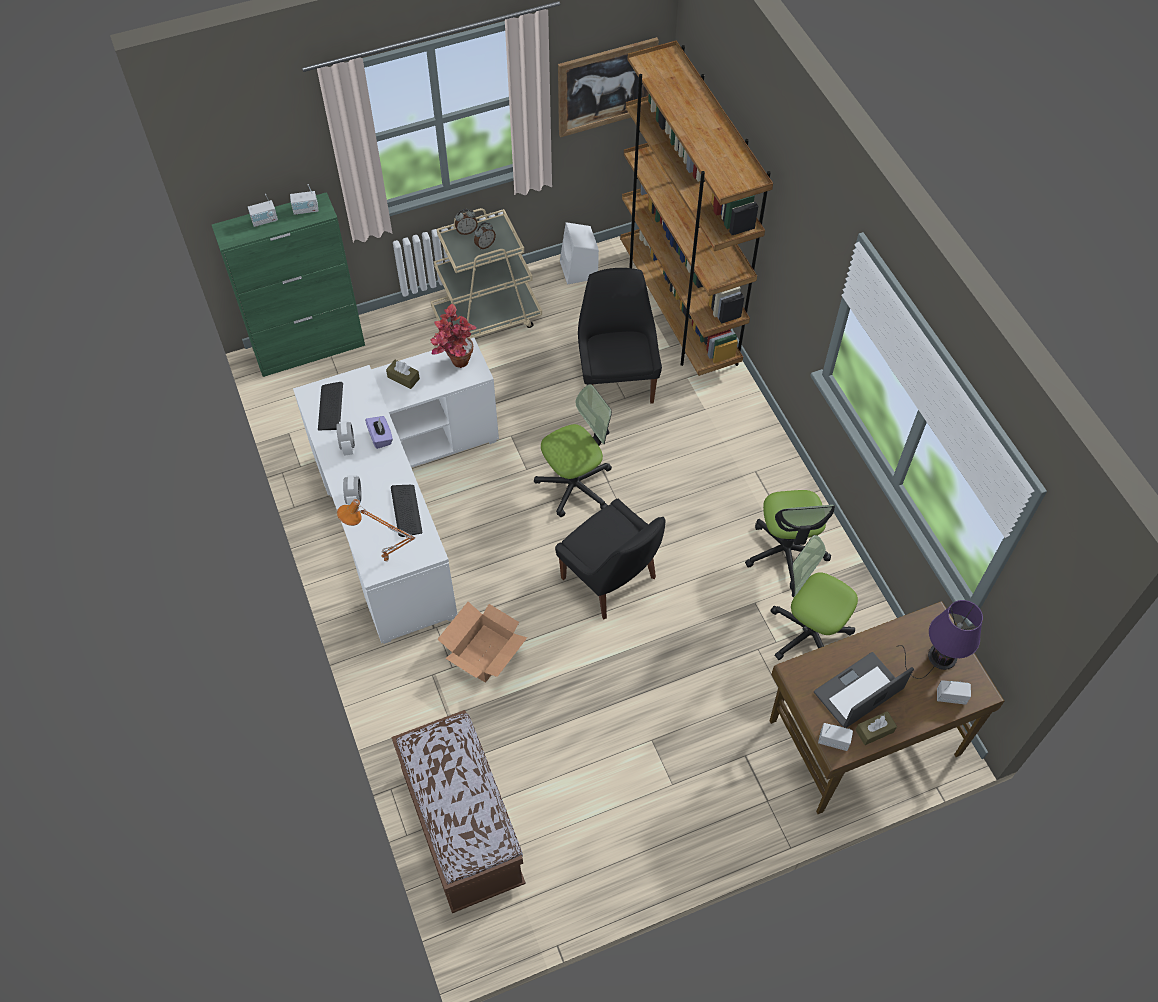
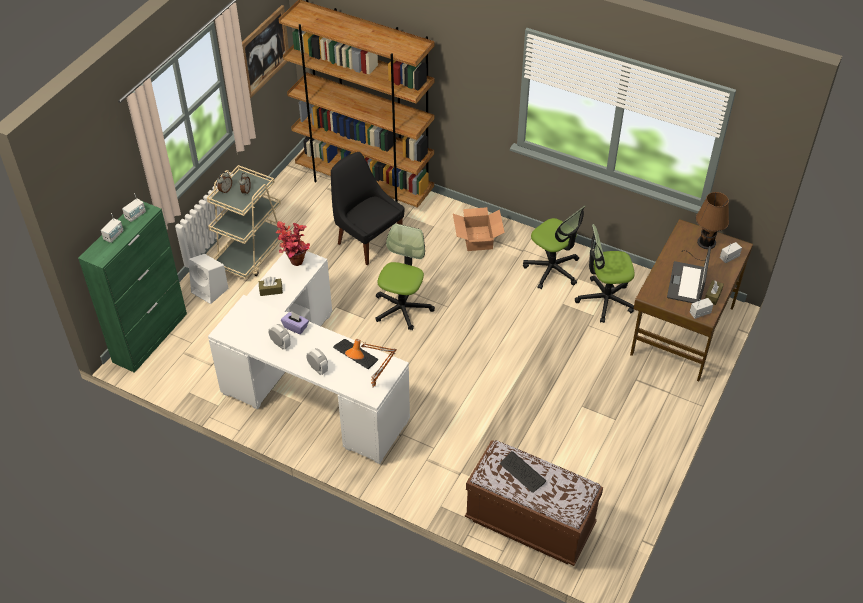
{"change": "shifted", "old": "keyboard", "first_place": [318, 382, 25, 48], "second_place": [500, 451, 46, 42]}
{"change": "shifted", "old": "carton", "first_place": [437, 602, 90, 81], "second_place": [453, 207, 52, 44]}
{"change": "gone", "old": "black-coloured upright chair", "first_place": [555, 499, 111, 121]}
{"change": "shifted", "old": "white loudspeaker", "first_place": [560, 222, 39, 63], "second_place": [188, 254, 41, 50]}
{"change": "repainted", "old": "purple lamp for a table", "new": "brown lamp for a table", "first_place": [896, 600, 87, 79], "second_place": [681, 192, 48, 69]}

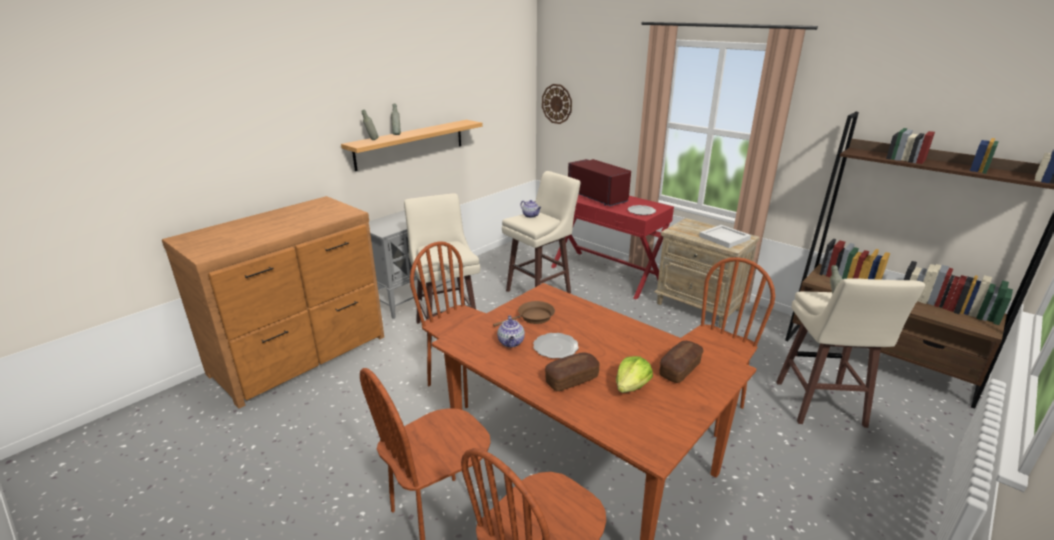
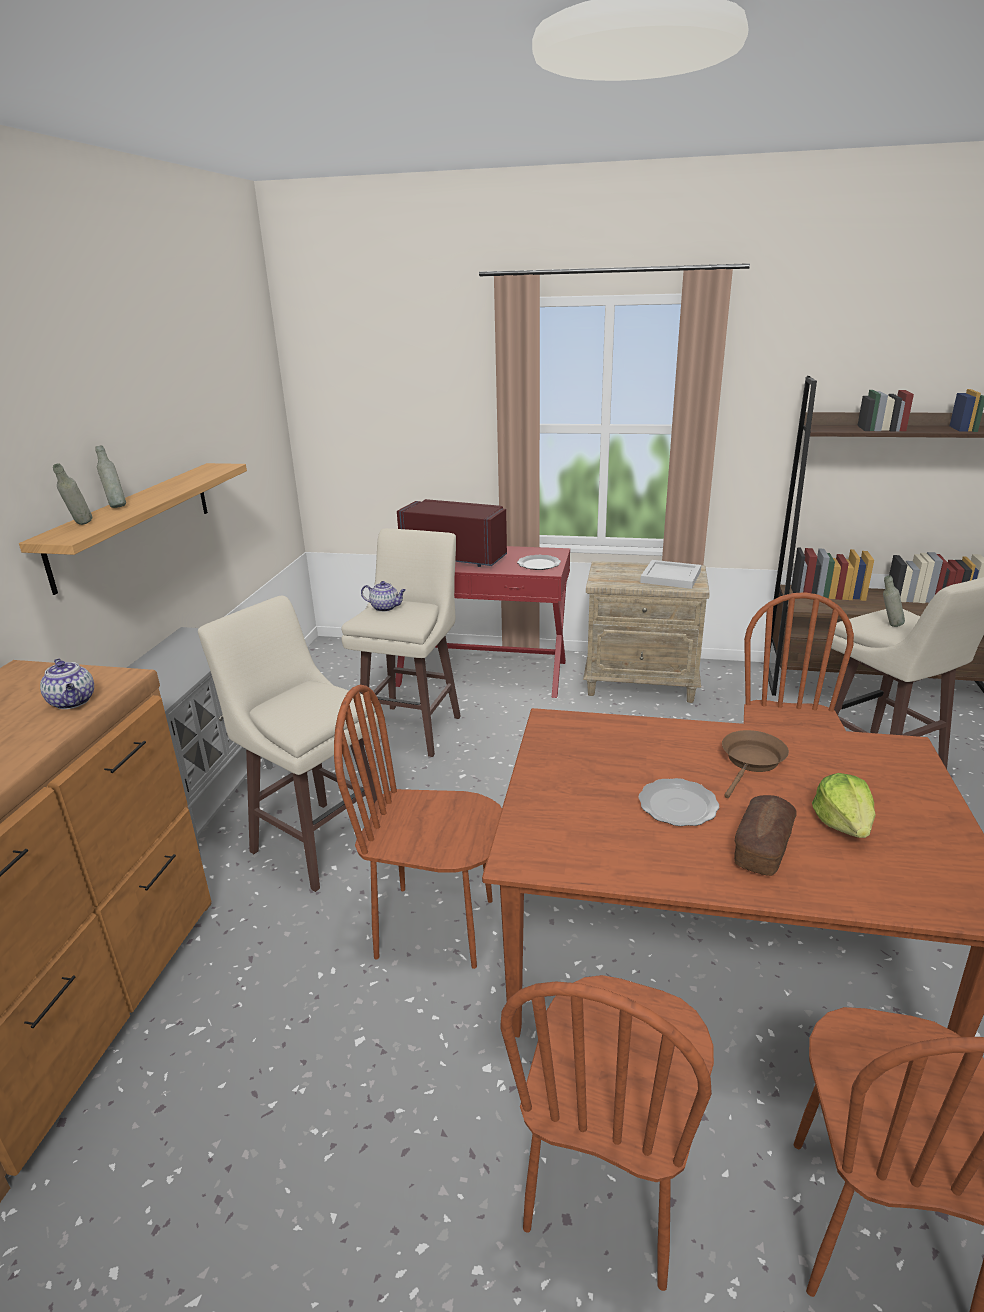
{"change": "shifted", "old": "brown skillet", "first_place": [493, 301, 62, 26], "second_place": [722, 730, 67, 68]}
{"change": "shifted", "old": "pot for tea", "first_place": [497, 315, 28, 33], "second_place": [40, 658, 54, 51]}
{"change": "gone", "old": "clock on the wall", "first_place": [542, 84, 30, 40]}
{"change": "gone", "old": "baked bread", "first_place": [659, 341, 44, 42]}

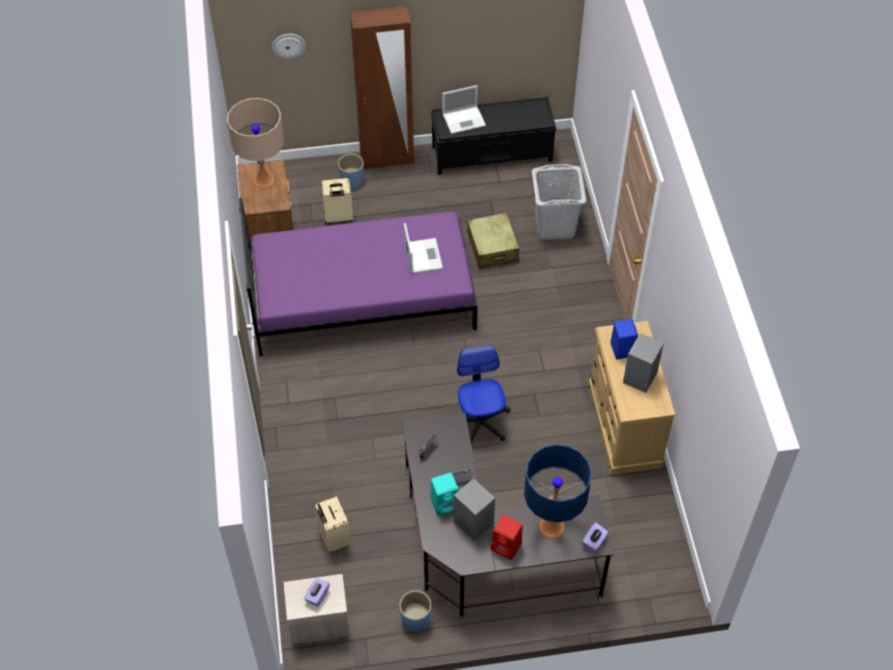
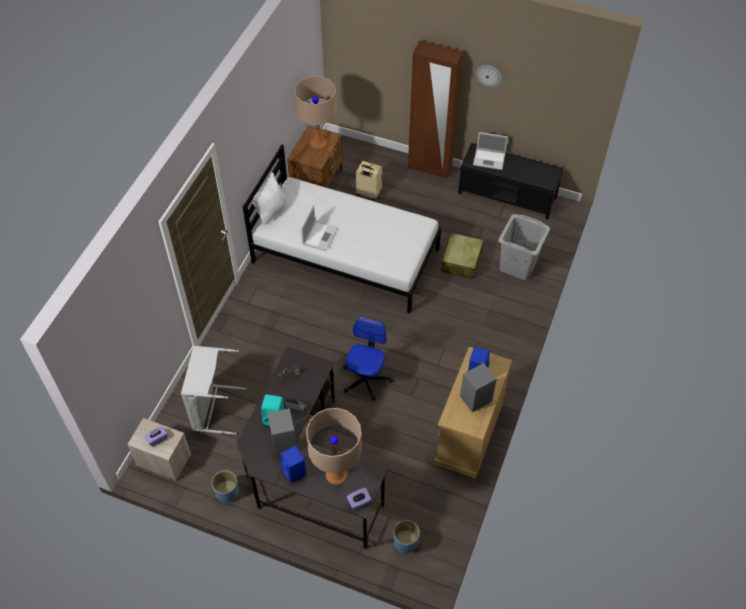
{"change": "repainted", "old": "purple bed", "new": "white bed", "first_place": [239, 198, 239, 158], "second_place": [243, 144, 198, 169]}
{"change": "shifted", "old": "clock on the wall", "first_place": [272, 34, 34, 25], "second_place": [476, 65, 26, 22]}
{"change": "swapped", "old": "beige-coloured travel case", "new": "gray laundry basket", "first_place": [315, 496, 36, 57], "second_place": [181, 346, 66, 89]}
{"change": "shifted", "old": "bluish flower pot", "first_place": [338, 154, 26, 35], "second_place": [393, 520, 27, 33]}
{"change": "shifted", "old": "laptop", "first_place": [404, 223, 39, 50], "second_place": [301, 205, 37, 46]}
{"change": "repainted", "old": "red loudspeaker", "new": "bluish loudspeaker", "first_place": [491, 515, 32, 45], "second_place": [281, 446, 25, 37]}
{"change": "repainted", "old": "bluish lamp for a table", "new": "beige-coloured lamp for a table", "first_place": [524, 444, 68, 95], "second_place": [306, 408, 56, 77]}
{"change": "new", "new": "white cushion", "second_place": [252, 172, 34, 53]}

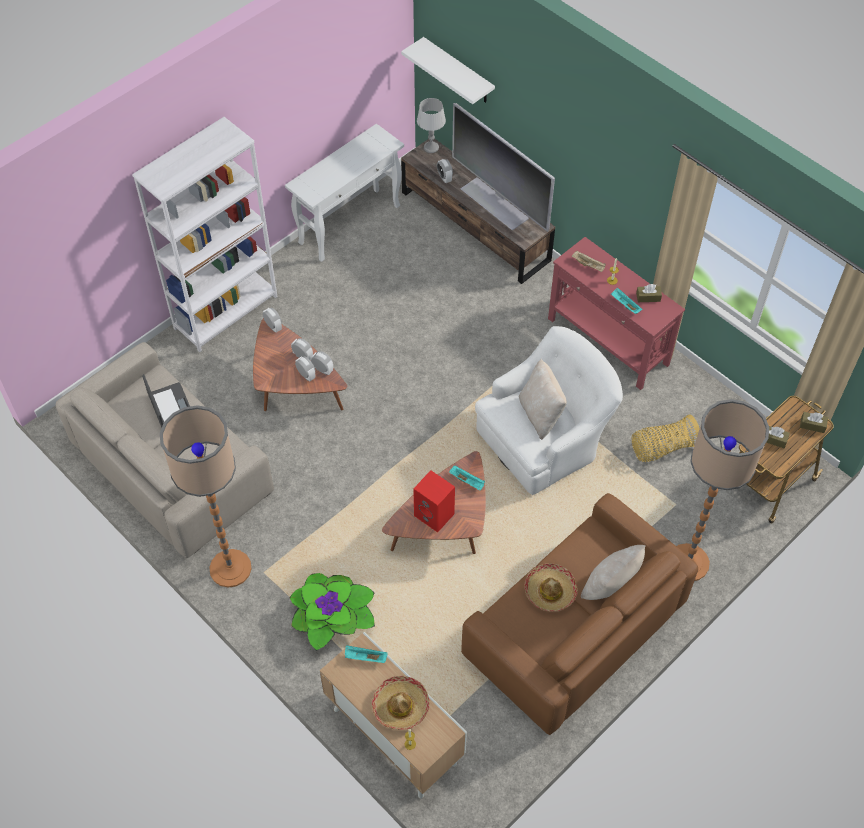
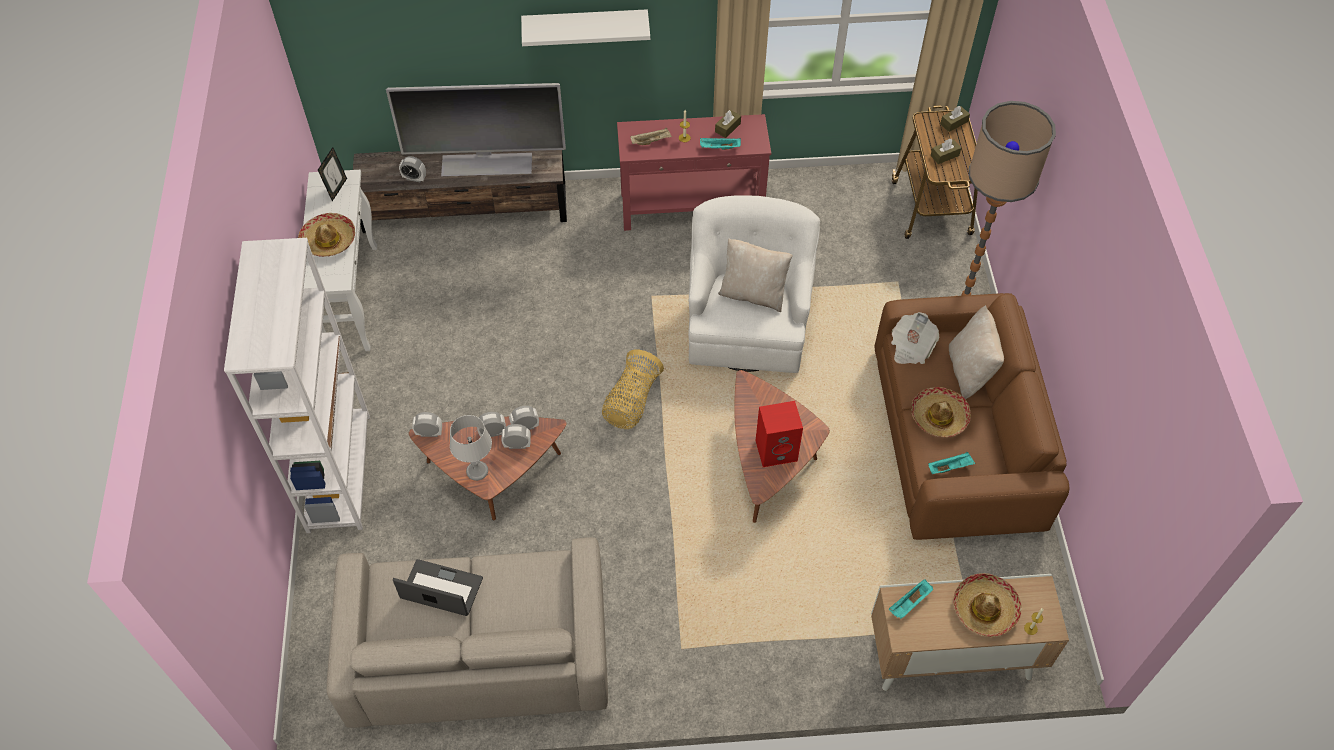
{"change": "gone", "old": "floor lamp", "first_place": [160, 405, 92, 183]}
{"change": "gone", "old": "houseplant", "first_place": [289, 573, 86, 78]}
{"change": "shifted", "old": "white wall shelf", "first_place": [401, 37, 94, 67], "second_place": [521, 9, 129, 37]}
{"change": "shifted", "old": "gray lamp for a table", "first_place": [417, 98, 29, 55], "second_place": [450, 415, 42, 66]}
{"change": "shifted", "old": "turquoise-coloured carrying tray", "first_place": [449, 465, 36, 26], "second_place": [928, 452, 47, 22]}
{"change": "shifted", "old": "household basket", "first_place": [632, 414, 68, 48], "second_place": [602, 350, 62, 79]}
{"change": "new", "new": "clothing hat", "second_place": [298, 213, 57, 44]}
{"change": "new", "new": "picture frame", "second_place": [318, 147, 29, 54]}
{"change": "new", "new": "printed paper", "second_place": [891, 312, 48, 52]}

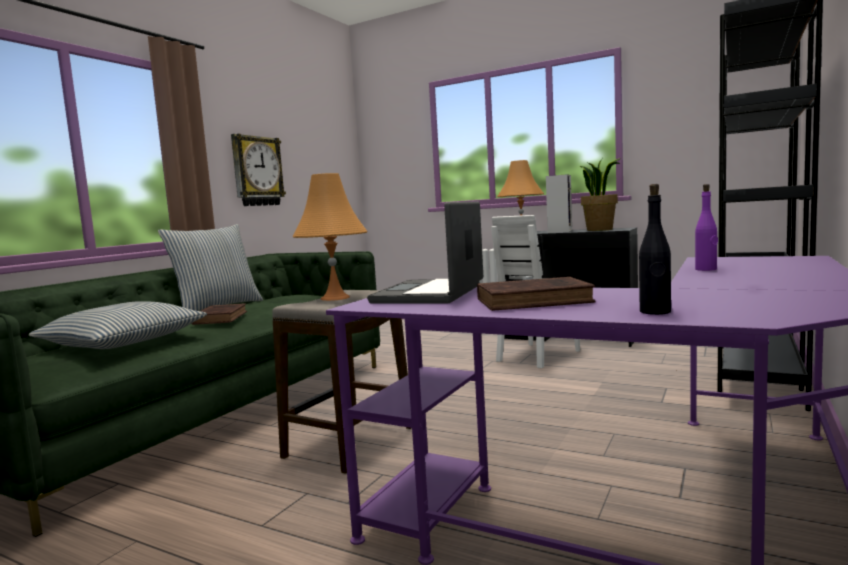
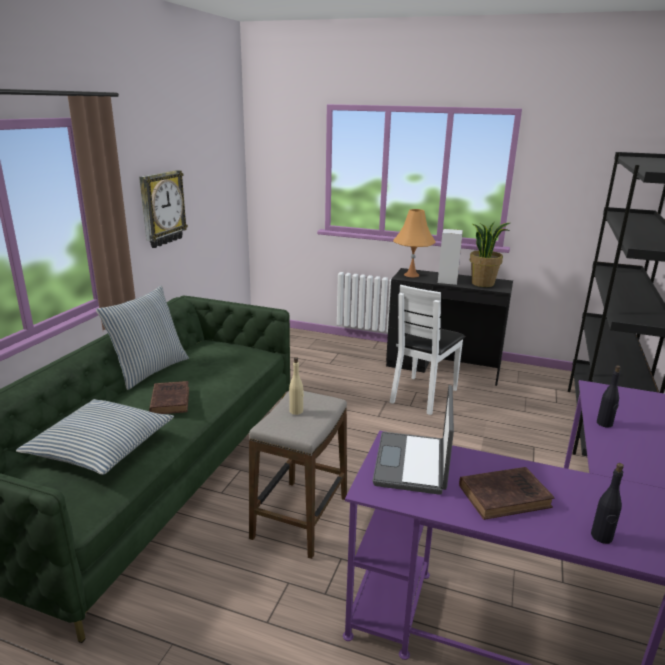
{"change": "swapped", "old": "orangey lamp for a table", "new": "beige-coloured drink bottle", "first_place": [293, 173, 75, 128], "second_place": [289, 357, 15, 58]}
{"change": "repainted", "old": "purple drink bottle", "new": "black-coloured drink bottle", "first_place": [695, 184, 23, 87], "second_place": [597, 365, 24, 63]}

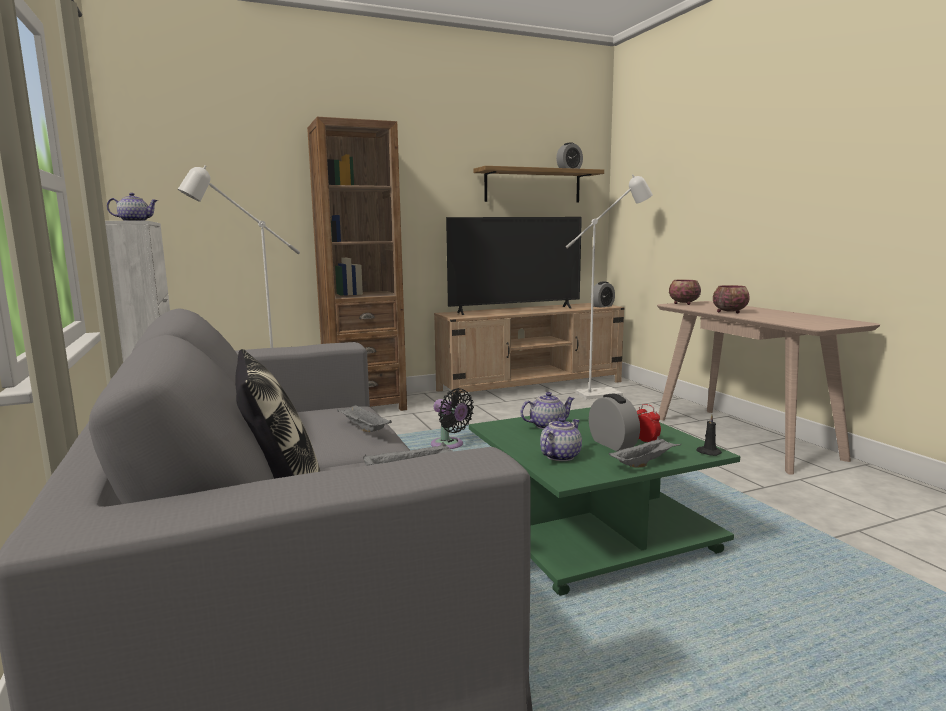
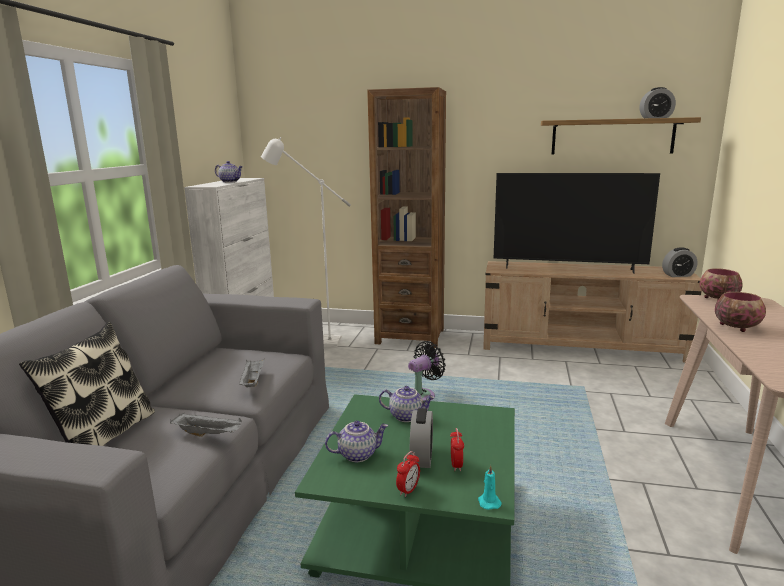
{"change": "rotated", "old": "black-coloured electric fan", "first_place": [431, 388, 43, 61], "second_place": [408, 341, 38, 59], "degrees": -120}
{"change": "gone", "old": "white floor lamp", "first_place": [566, 175, 87, 224]}
{"change": "swapped", "old": "gray carrying tray", "new": "alarm clock", "first_place": [609, 436, 72, 32], "second_place": [396, 451, 24, 46]}
{"change": "repainted", "old": "black-coloured wax light", "new": "turquoise-coloured wax light", "first_place": [696, 415, 26, 41], "second_place": [478, 465, 24, 45]}

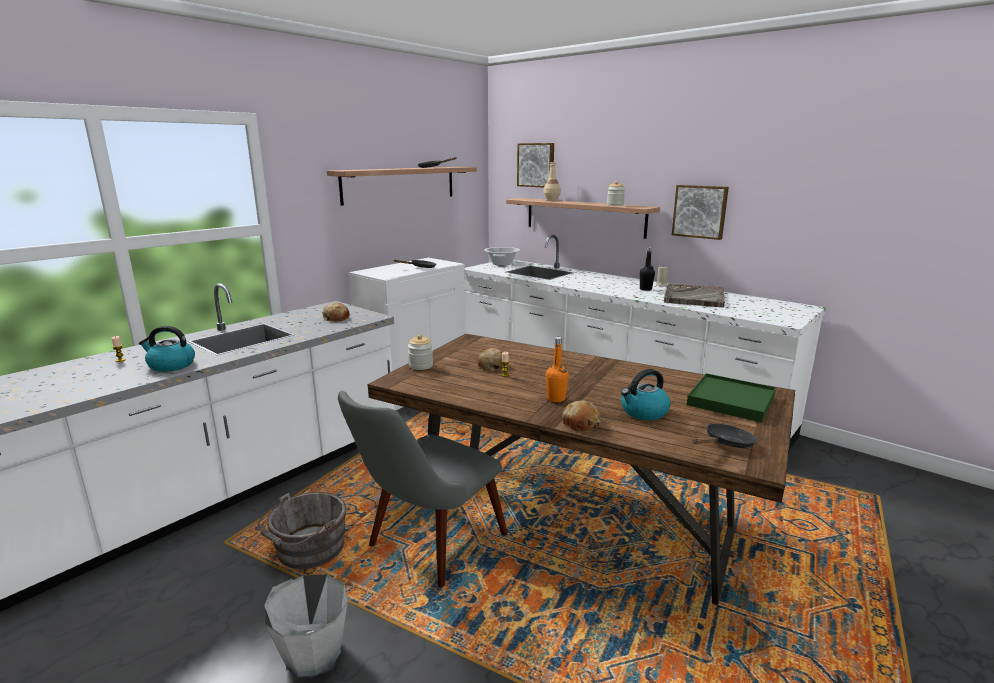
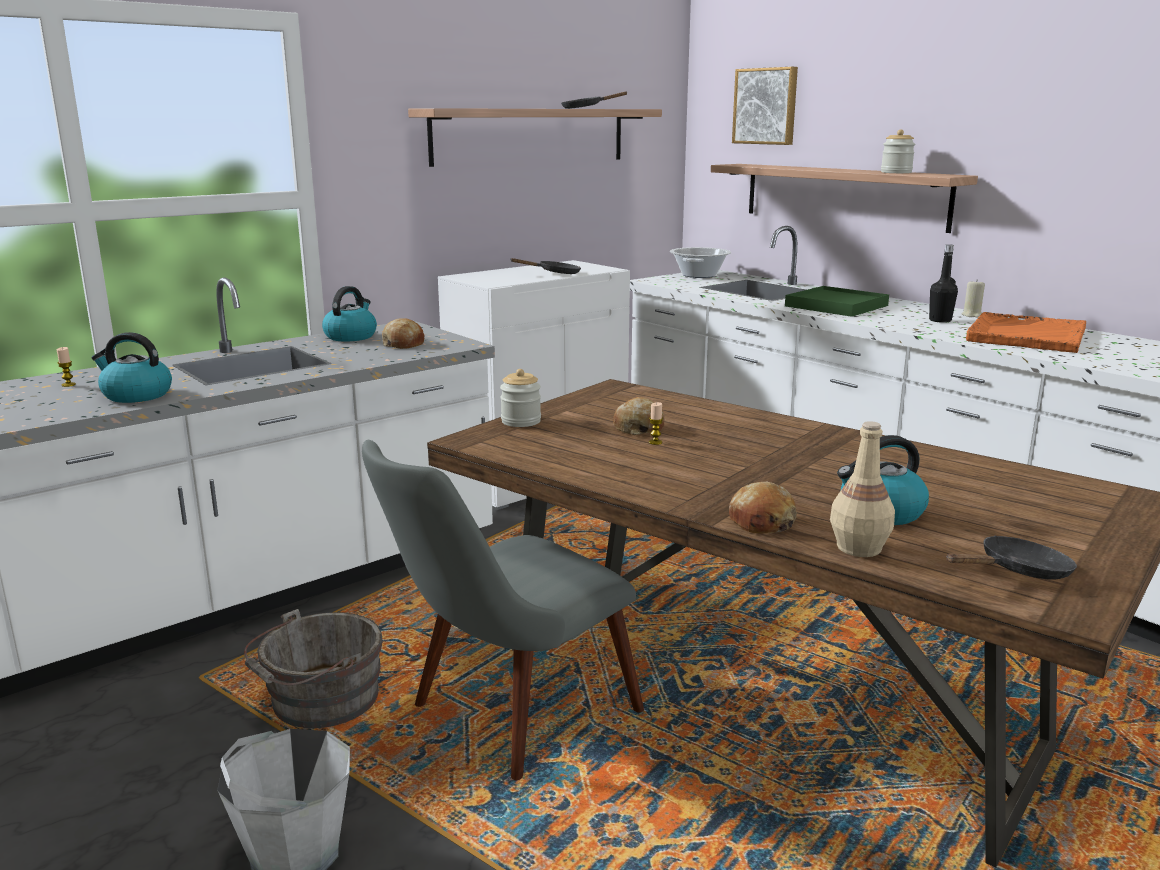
{"change": "shifted", "old": "beige-coloured drink bottle", "first_place": [543, 162, 18, 39], "second_place": [830, 421, 65, 136]}
{"change": "gone", "old": "orangey drink bottle", "first_place": [546, 337, 22, 65]}
{"change": "repainted", "old": "gray carrying tray", "new": "orangey carrying tray", "first_place": [664, 284, 61, 24], "second_place": [966, 312, 120, 41]}
{"change": "gone", "old": "picture", "first_place": [672, 185, 57, 55]}
{"change": "shifted", "old": "green-coloured carrying tray", "first_place": [687, 373, 89, 50], "second_place": [785, 286, 104, 31]}
{"change": "new", "new": "kettle", "second_place": [322, 286, 55, 55]}

